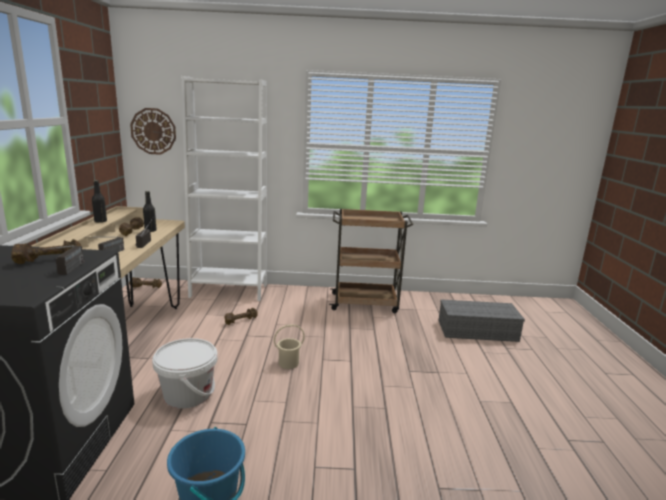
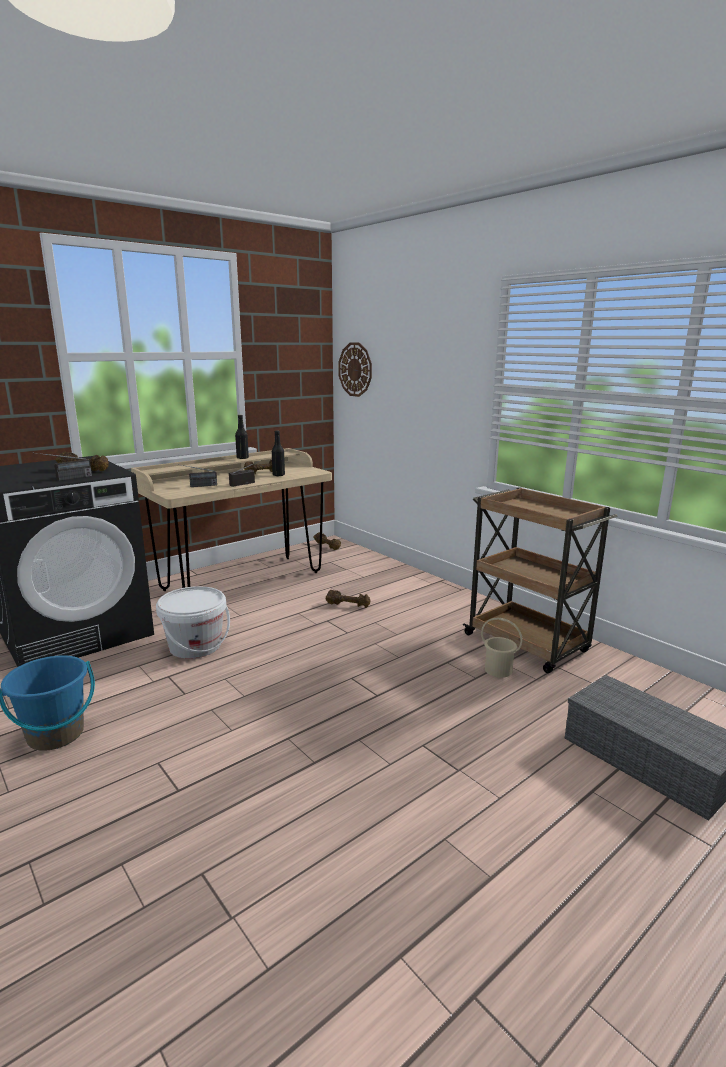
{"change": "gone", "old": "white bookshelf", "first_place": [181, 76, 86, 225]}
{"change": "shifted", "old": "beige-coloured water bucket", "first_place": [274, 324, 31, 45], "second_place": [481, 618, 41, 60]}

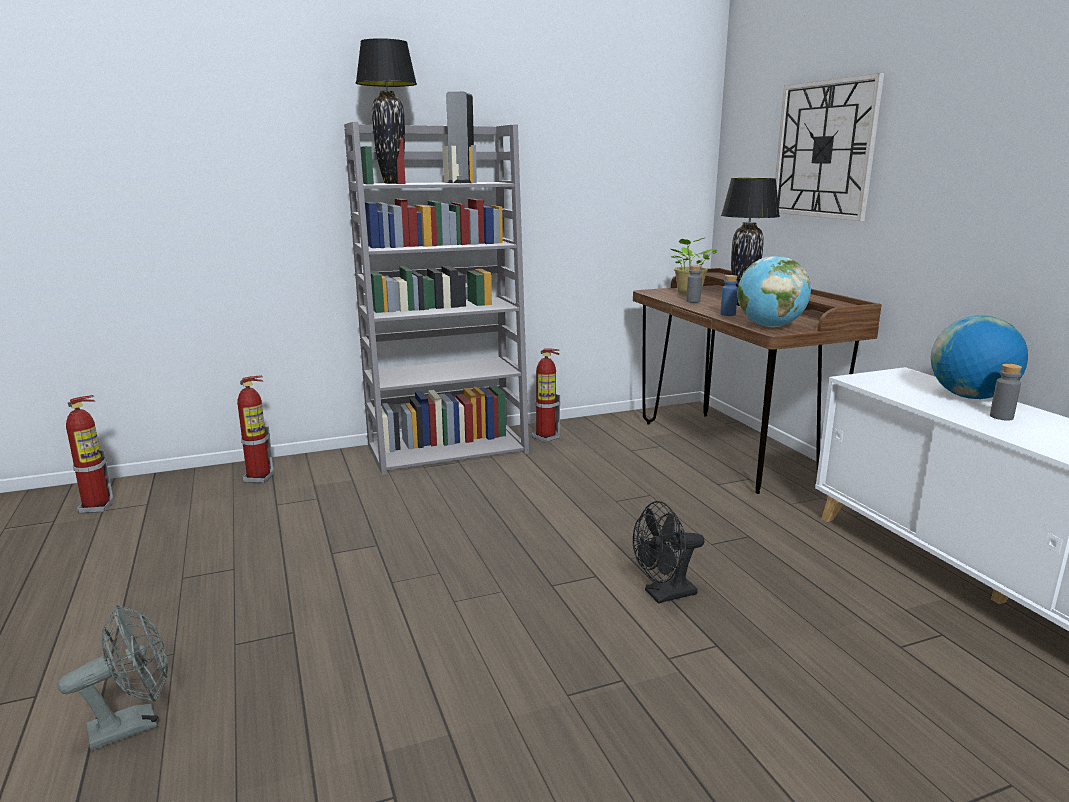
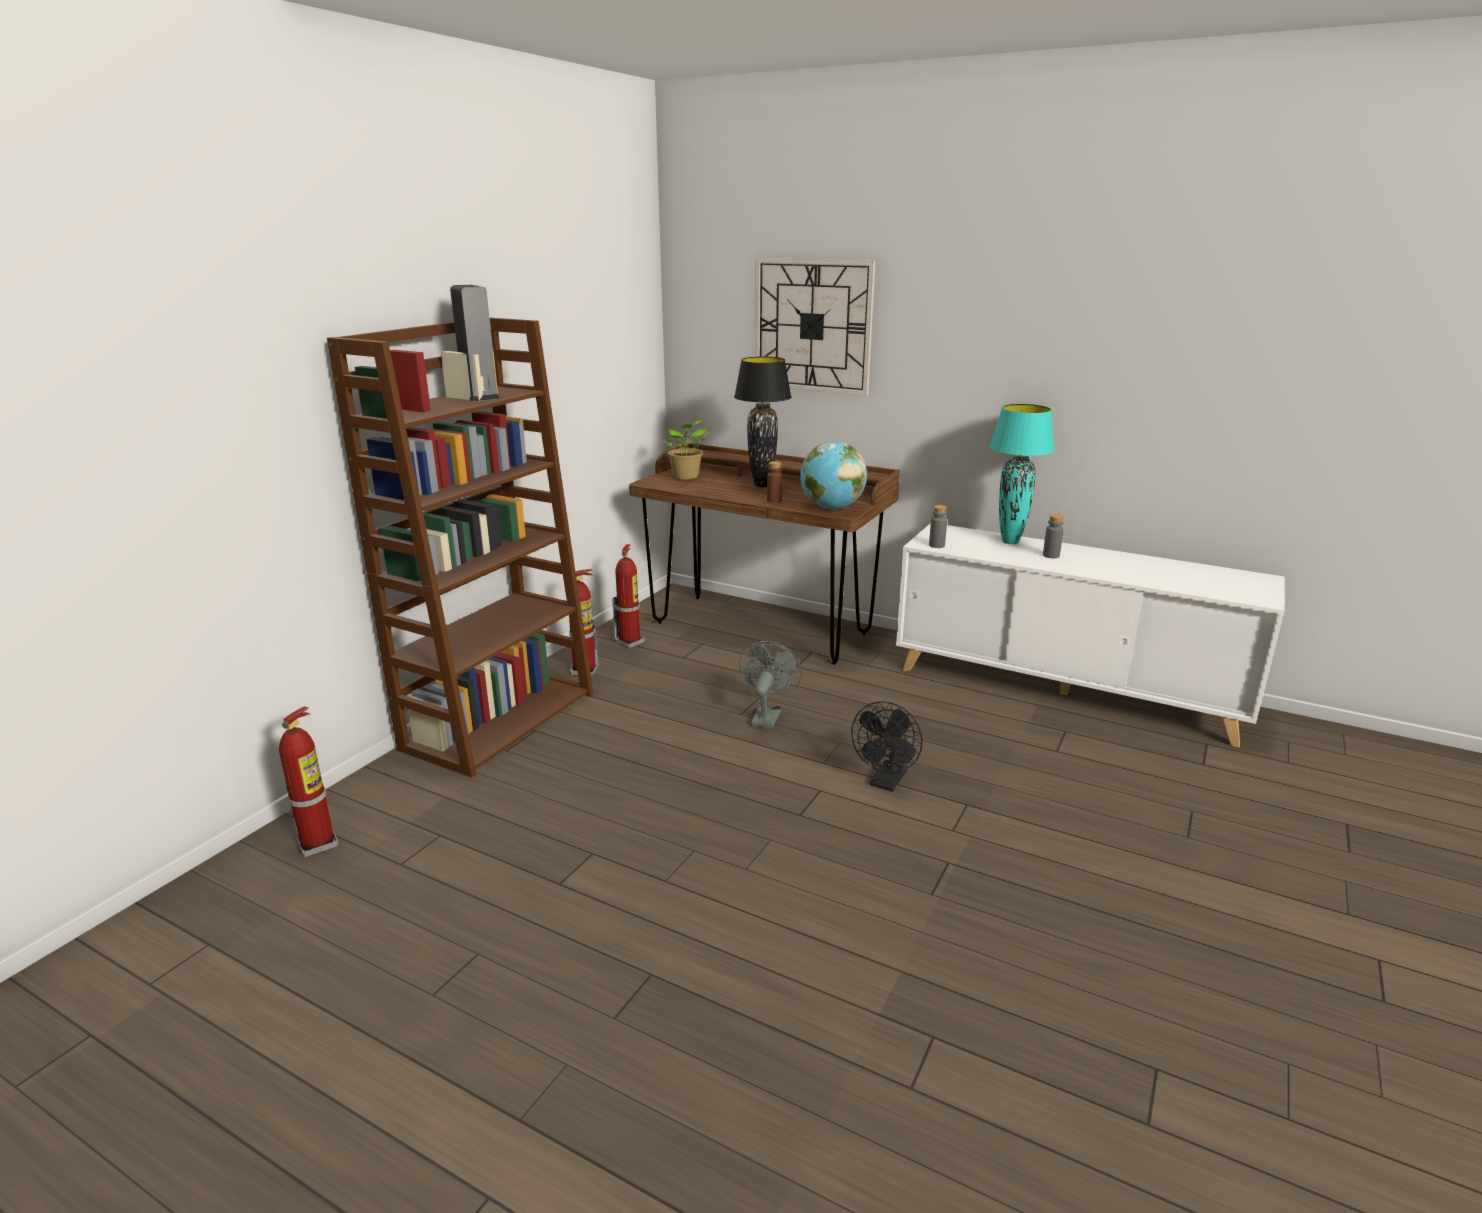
{"change": "shifted", "old": "gray electric fan", "first_place": [58, 605, 110, 146], "second_place": [739, 641, 63, 88]}
{"change": "shifted", "old": "fire-fighting cylinder", "first_place": [66, 395, 48, 118], "second_place": [612, 544, 33, 105]}
{"change": "repainted", "old": "gray bookshelf", "new": "brown bookshelf", "first_place": [344, 122, 185, 353], "second_place": [327, 318, 266, 460]}
{"change": "gone", "old": "black-coloured lamp for a table", "first_place": [356, 38, 61, 146]}
{"change": "shifted", "old": "gray drink bottle", "first_place": [686, 265, 16, 38], "second_place": [929, 505, 18, 43]}
{"change": "repainted", "old": "bluish drink bottle", "new": "brown drink bottle", "first_place": [720, 275, 18, 41], "second_place": [767, 461, 15, 42]}
{"change": "swapped", "old": "world globe", "new": "turquoise-coloured lamp for a table", "first_place": [931, 315, 97, 84], "second_place": [990, 404, 65, 140]}

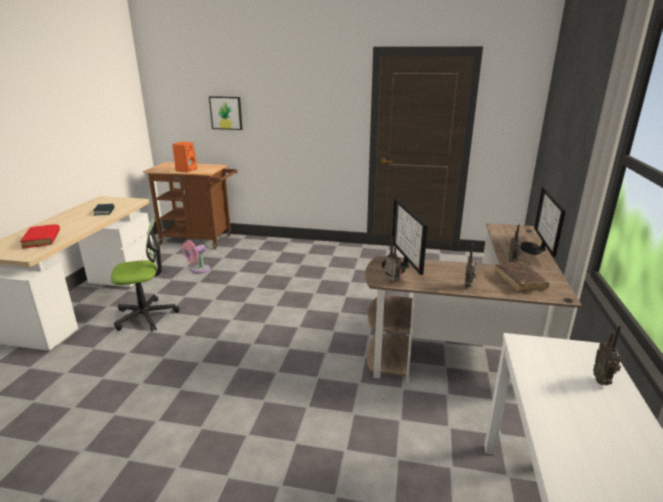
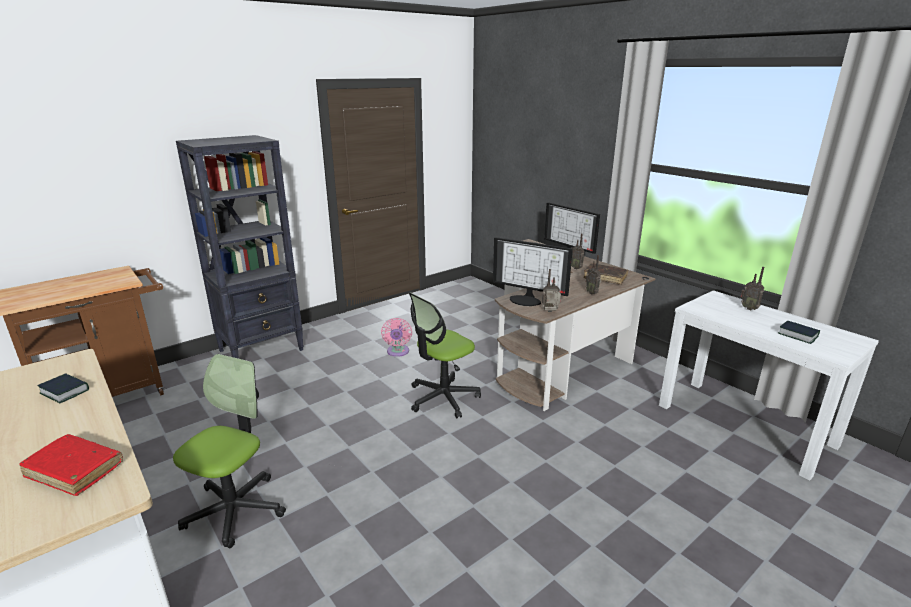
{"change": "gone", "old": "orangey loudspeaker", "first_place": [172, 142, 25, 30]}
{"change": "shifted", "old": "pink-coloured electric fan", "first_place": [182, 240, 28, 33], "second_place": [381, 318, 31, 39]}
{"change": "gone", "old": "picture", "first_place": [209, 96, 34, 34]}
{"change": "new", "new": "black-coloured bookshelf", "second_place": [176, 135, 128, 223]}
{"change": "new", "new": "computer chair", "second_place": [409, 292, 72, 126]}
{"change": "new", "new": "bound book", "second_place": [778, 321, 42, 23]}

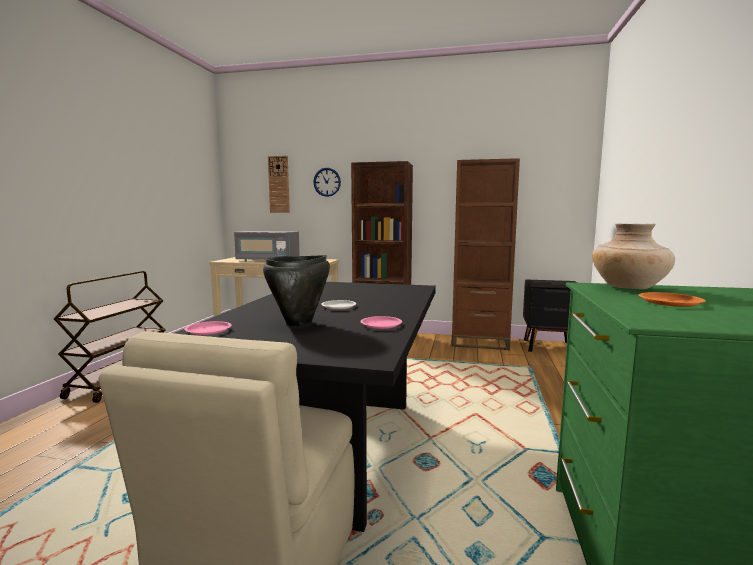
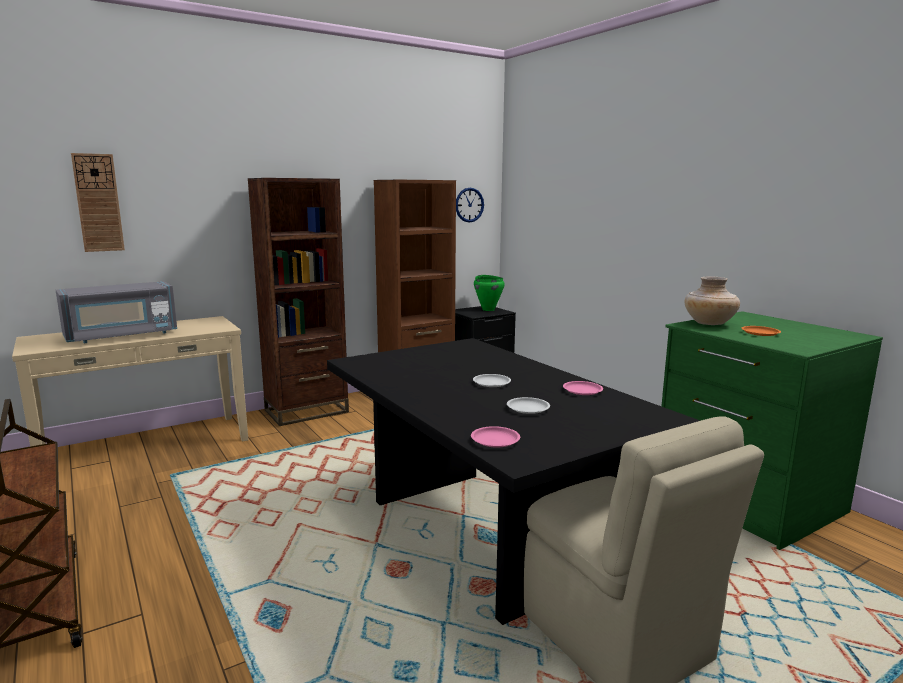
{"change": "swapped", "old": "black-coloured cooking pot", "new": "white dinner plate", "first_place": [263, 255, 67, 72], "second_place": [507, 397, 43, 17]}
{"change": "shifted", "old": "clock on the wall", "first_place": [313, 168, 28, 29], "second_place": [456, 188, 28, 34]}
{"change": "new", "new": "green-coloured cooking pot", "second_place": [474, 275, 31, 36]}

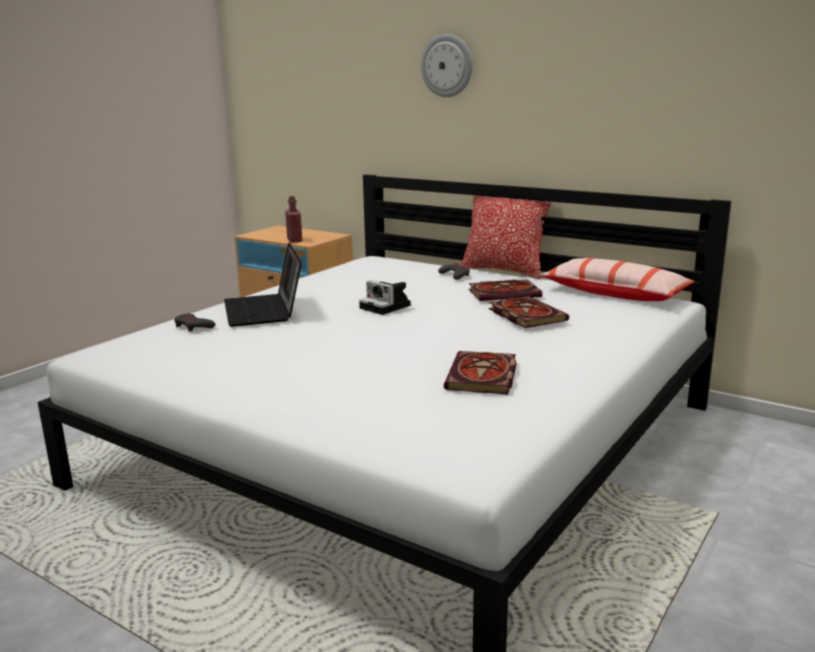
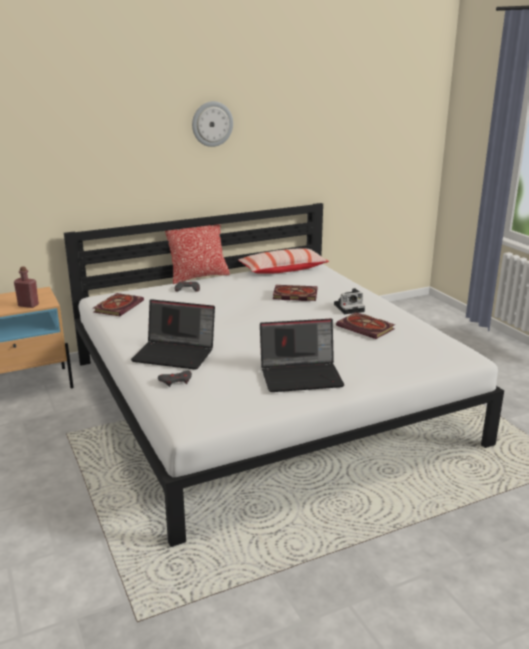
{"change": "shifted", "old": "still camera", "first_place": [359, 280, 52, 35], "second_place": [334, 288, 31, 26]}
{"change": "shifted", "old": "clock on the wall", "first_place": [421, 34, 51, 63], "second_place": [192, 101, 41, 46]}
{"change": "shifted", "old": "bound book", "first_place": [469, 280, 73, 21], "second_place": [93, 293, 51, 23]}
{"change": "new", "new": "laptop", "second_place": [260, 319, 84, 73]}

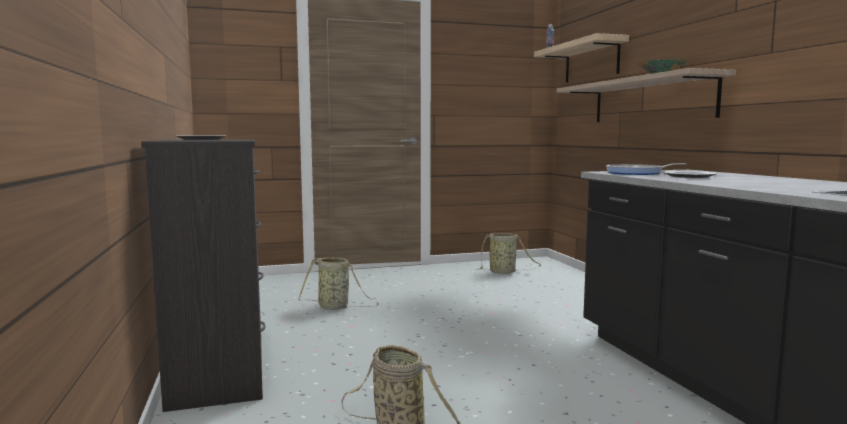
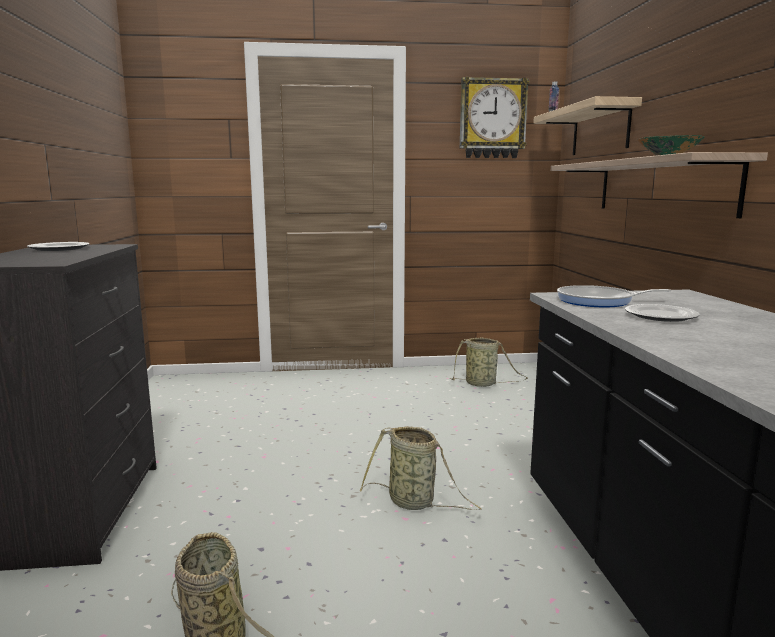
{"change": "shifted", "old": "household basket", "first_place": [298, 257, 81, 53], "second_place": [360, 426, 121, 84]}
{"change": "new", "new": "clock on the wall", "second_place": [460, 76, 69, 82]}

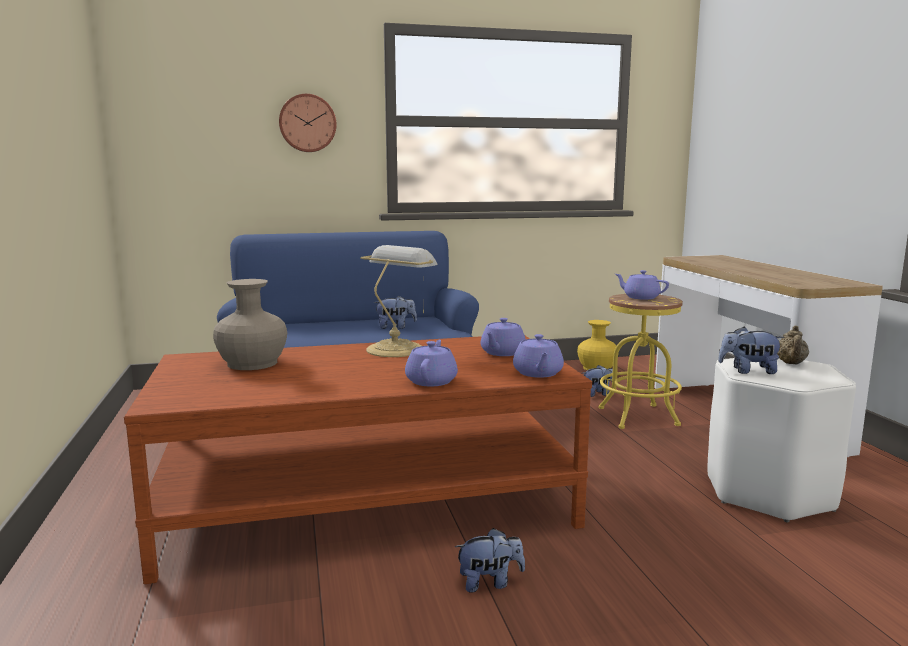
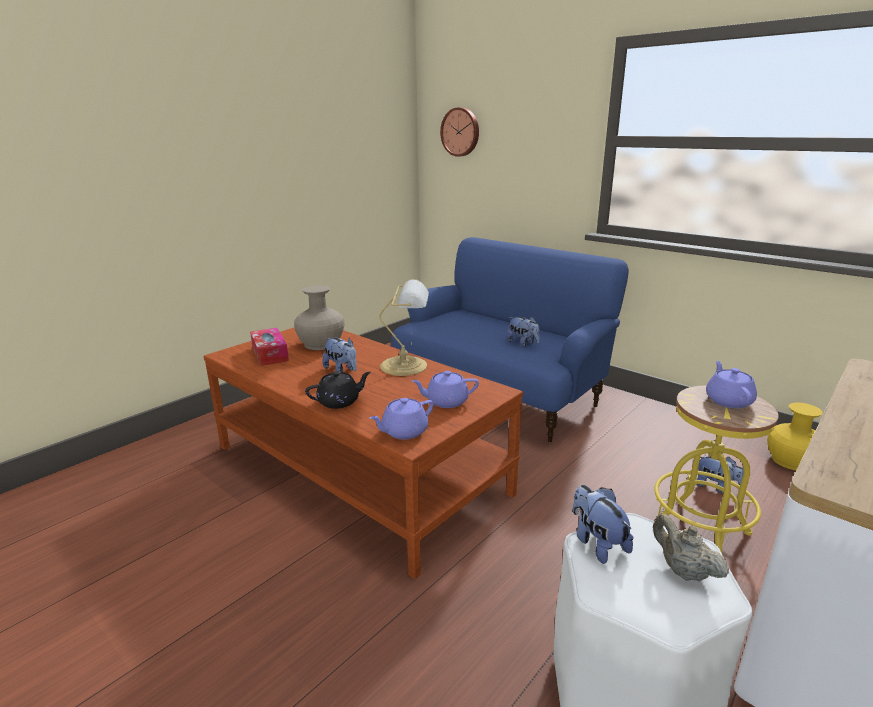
{"change": "shifted", "old": "clock on the wall", "first_place": [279, 94, 58, 58], "second_place": [440, 107, 39, 50]}
{"change": "repainted", "old": "purple pot for tea", "new": "black-coloured pot for tea", "first_place": [405, 340, 53, 46], "second_place": [305, 371, 66, 38]}
{"change": "shifted", "old": "plush toy", "first_place": [455, 528, 70, 65], "second_place": [322, 338, 35, 35]}
{"change": "rotated", "old": "beige-coloured pot for tea", "first_place": [777, 326, 32, 39], "second_place": [653, 514, 76, 67], "degrees": 75}
{"change": "new", "new": "box of tissues", "second_place": [250, 328, 39, 38]}

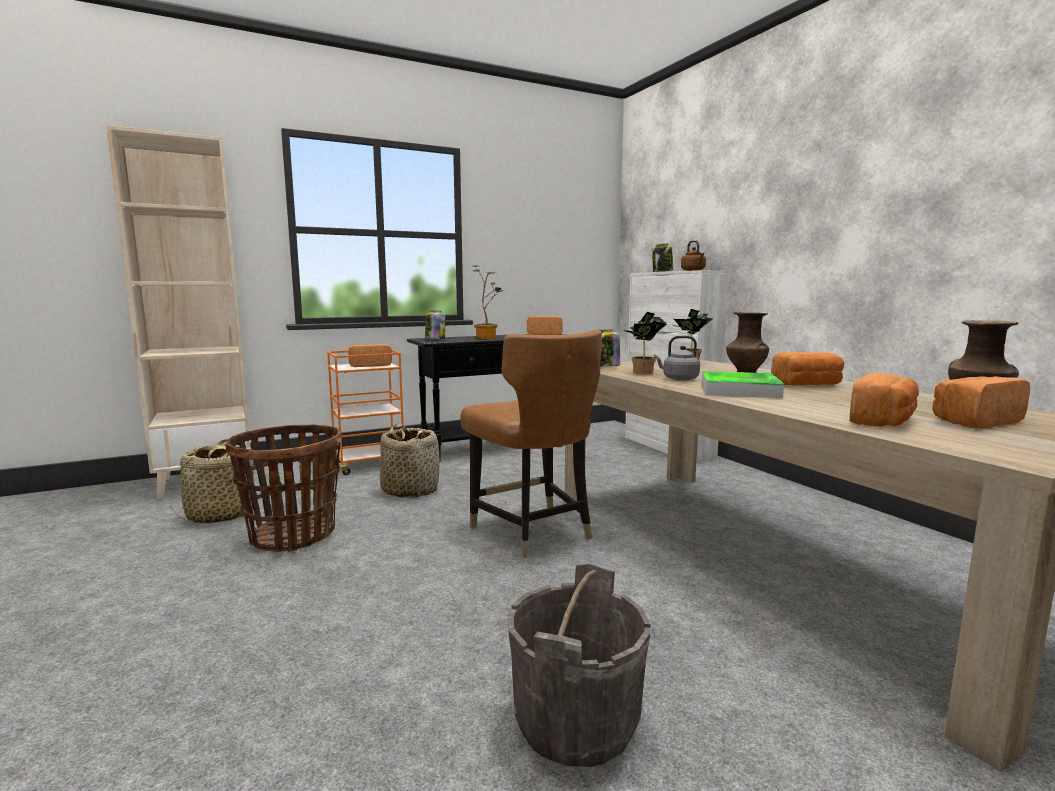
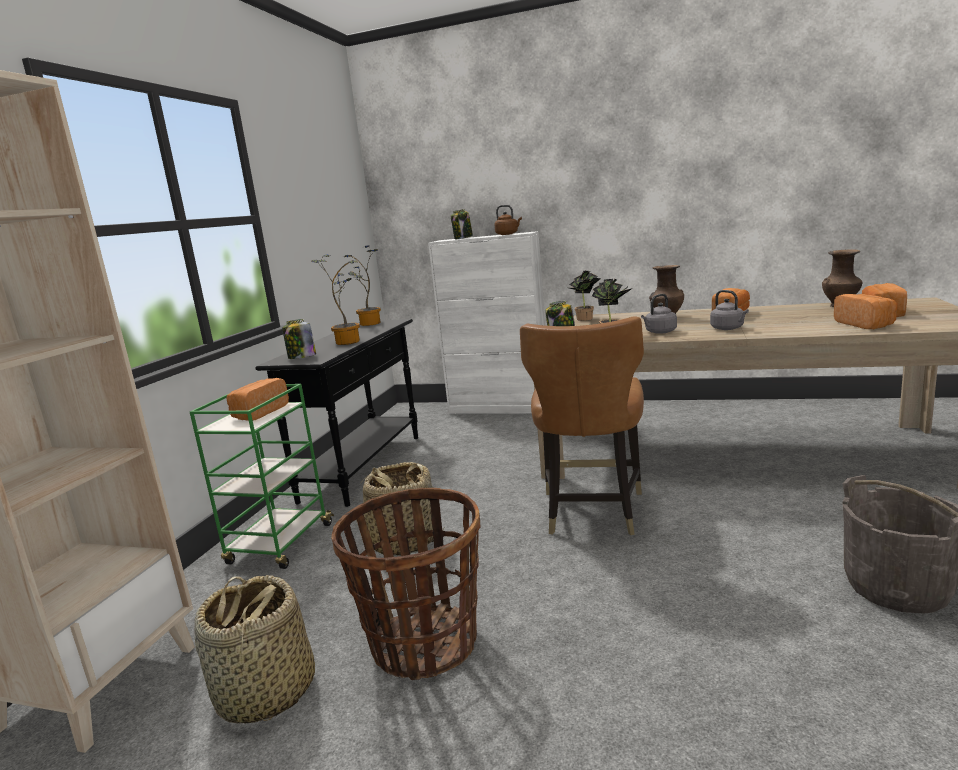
{"change": "repainted", "old": "orangey wheeled cart", "new": "green-coloured wheeled cart", "first_place": [327, 350, 77, 125], "second_place": [190, 384, 144, 185]}
{"change": "rotated", "old": "brown upright chair", "first_place": [460, 330, 142, 228], "second_place": [520, 316, 124, 219], "degrees": 90}
{"change": "swapped", "old": "baked bread", "new": "houseplant", "first_place": [527, 316, 36, 19], "second_place": [342, 246, 39, 80]}
{"change": "swapped", "old": "carrying tray", "new": "gray kettle", "first_place": [701, 371, 83, 27], "second_place": [710, 290, 39, 40]}

